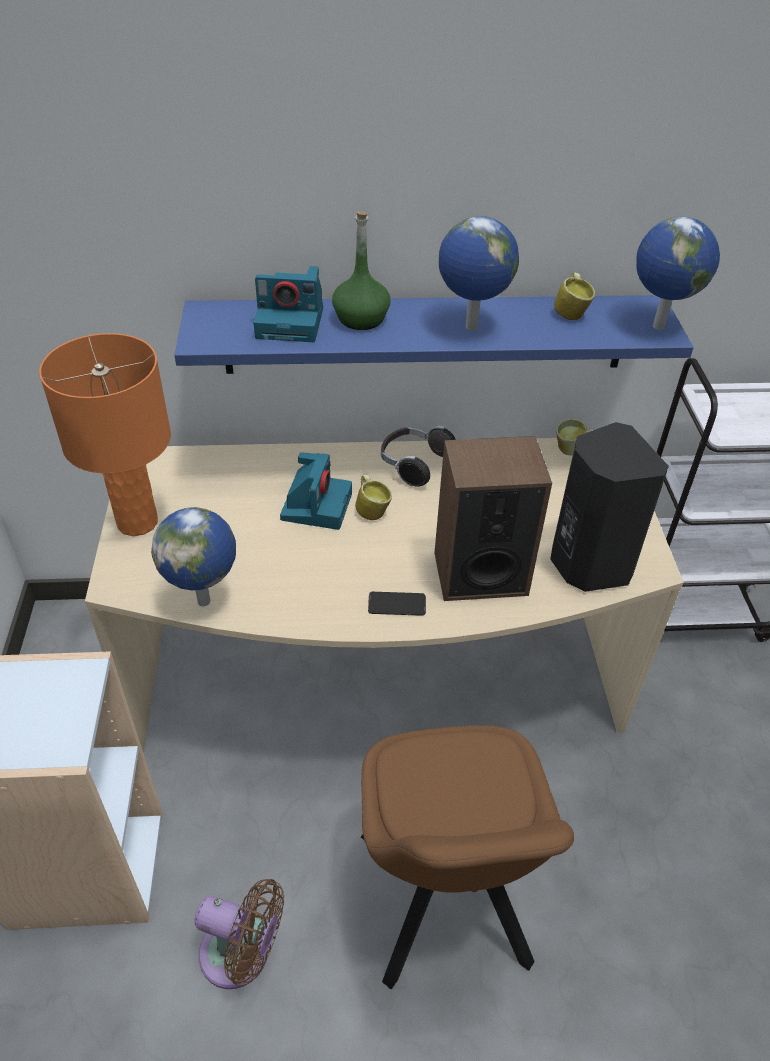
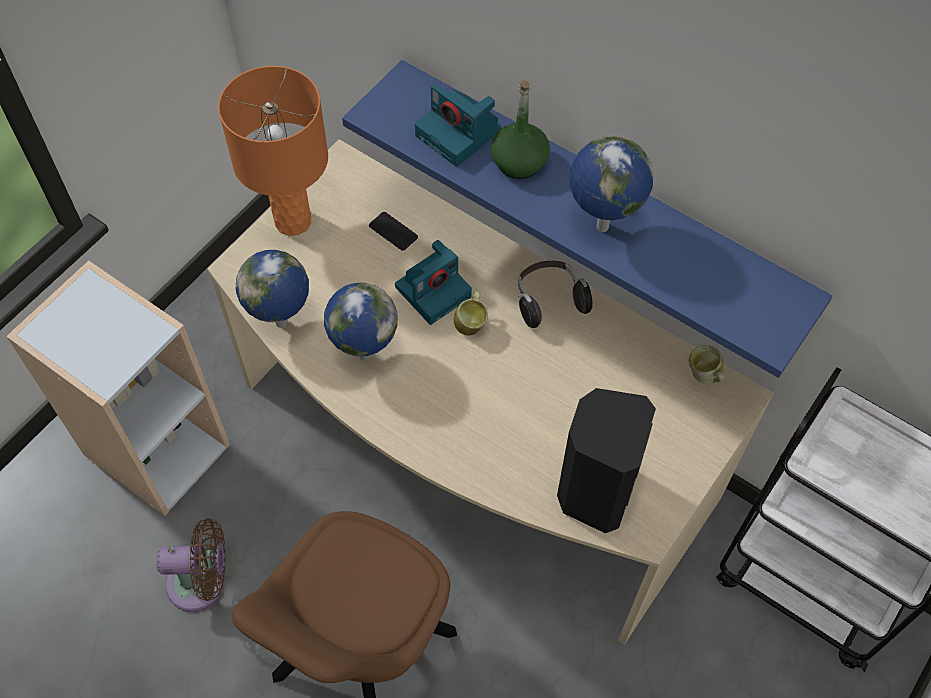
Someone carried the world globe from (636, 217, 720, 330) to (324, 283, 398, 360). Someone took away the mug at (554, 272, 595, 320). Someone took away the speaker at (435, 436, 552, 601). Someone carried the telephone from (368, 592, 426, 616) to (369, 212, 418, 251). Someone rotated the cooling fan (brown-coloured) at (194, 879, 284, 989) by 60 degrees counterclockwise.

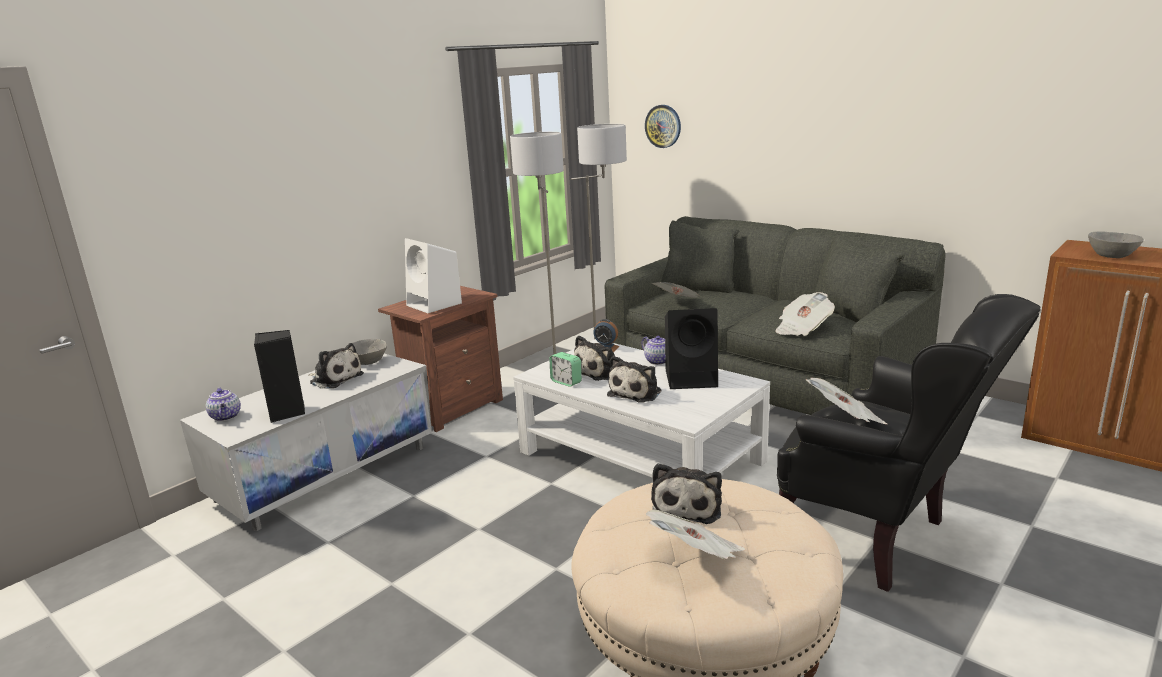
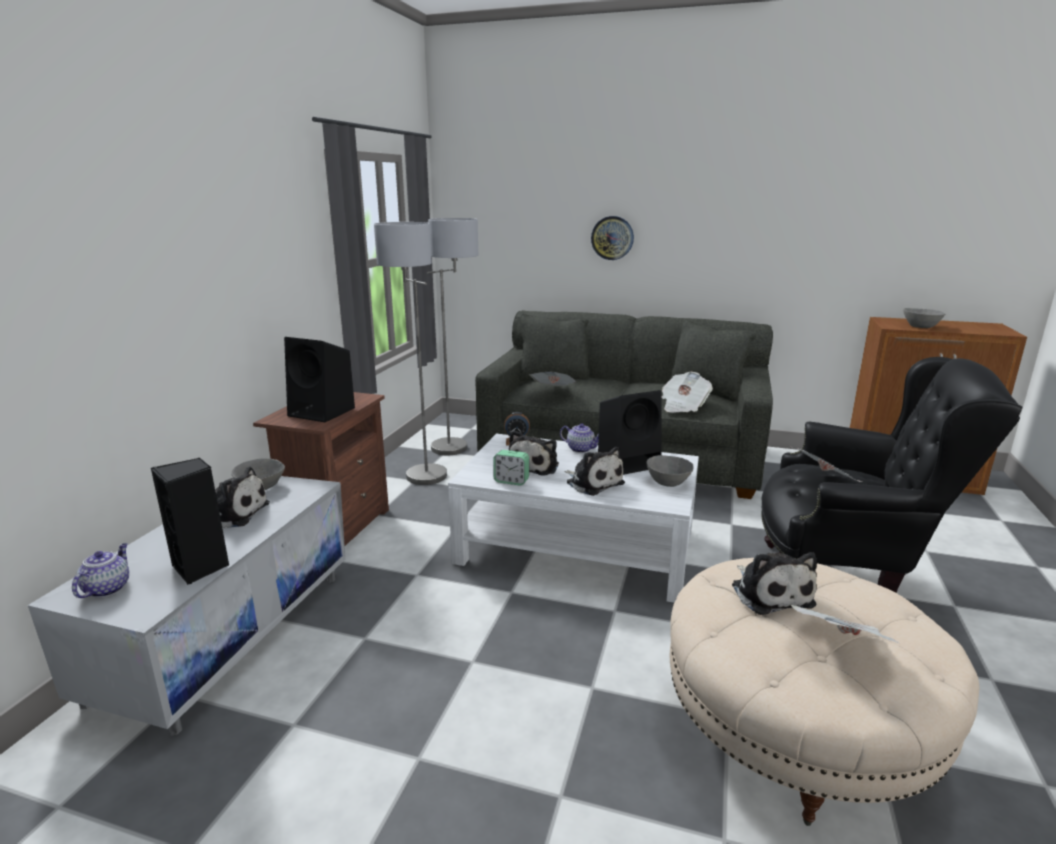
Someone carried the wall clock from (645, 105, 681, 148) to (591, 216, 634, 260). Someone repainted the speaker (whitish) at (405, 238, 462, 313), which became the speaker (blackish) at (284, 337, 355, 422). Someone rotated the soft toy at (607, 356, 661, 403) by 45 degrees counterclockwise. Someone rotated the tea pot at (206, 387, 241, 421) by 120 degrees counterclockwise. Someone put down the deep dish (greyish) at (646, 455, 694, 487).

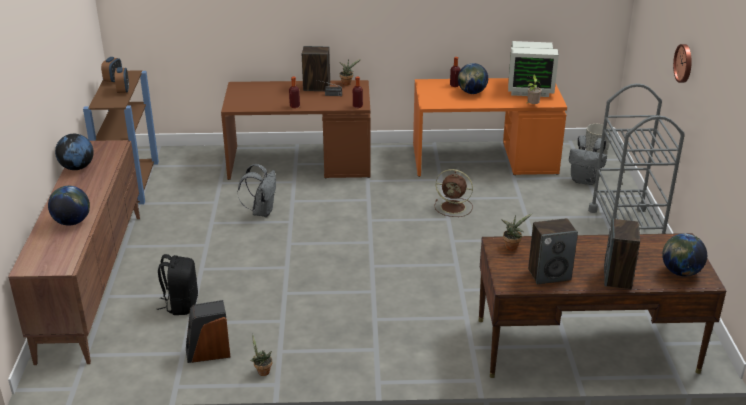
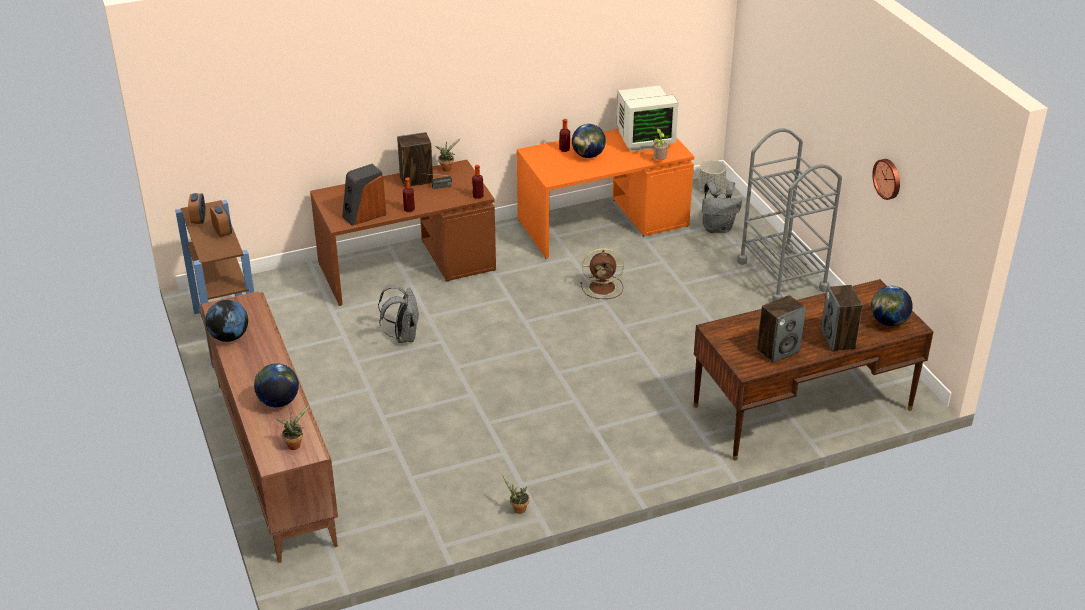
Someone carried the wall clock from (673, 44, 692, 83) to (872, 159, 900, 200). Someone carried the potted plant from (501, 214, 532, 251) to (276, 406, 309, 450). Someone took away the rucksack (blackish) at (157, 254, 198, 315). Someone carried the speaker from (186, 300, 231, 363) to (342, 164, 386, 226).

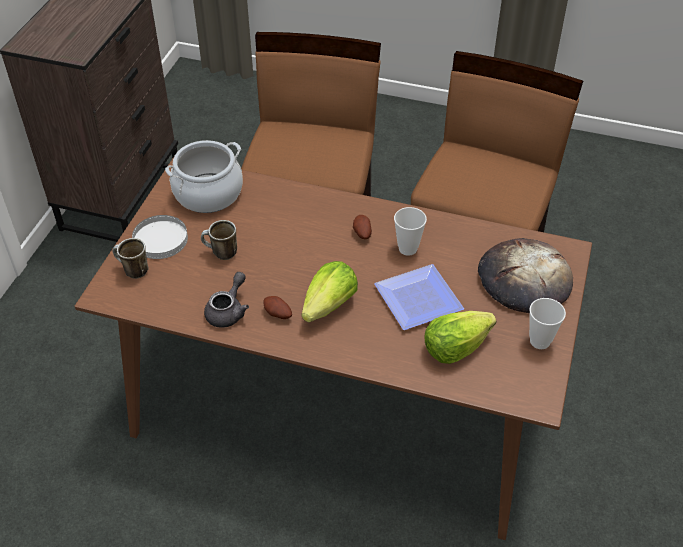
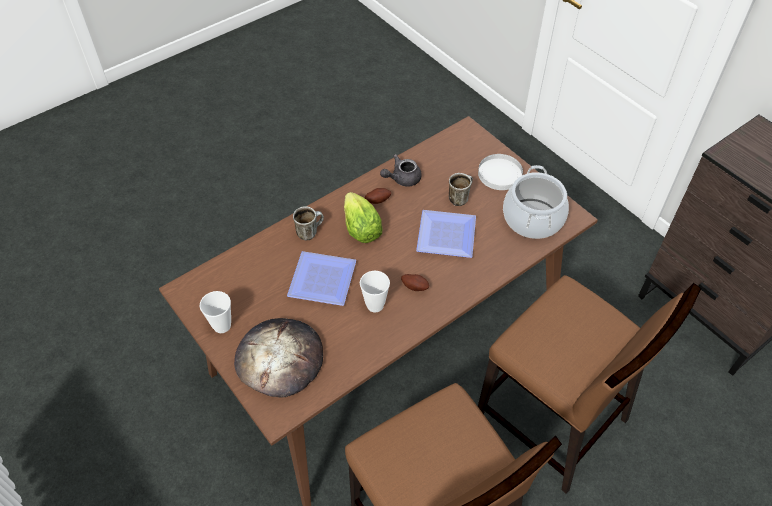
Someone carried the mug from (113, 238, 149, 279) to (293, 206, 324, 240). Someone rotated the tea pot (greyish) at (204, 272, 249, 328) by 90 degrees clockwise. Someone took away the lettuce at (425, 311, 496, 364). Someone put down the flat dish at (416, 210, 476, 258).

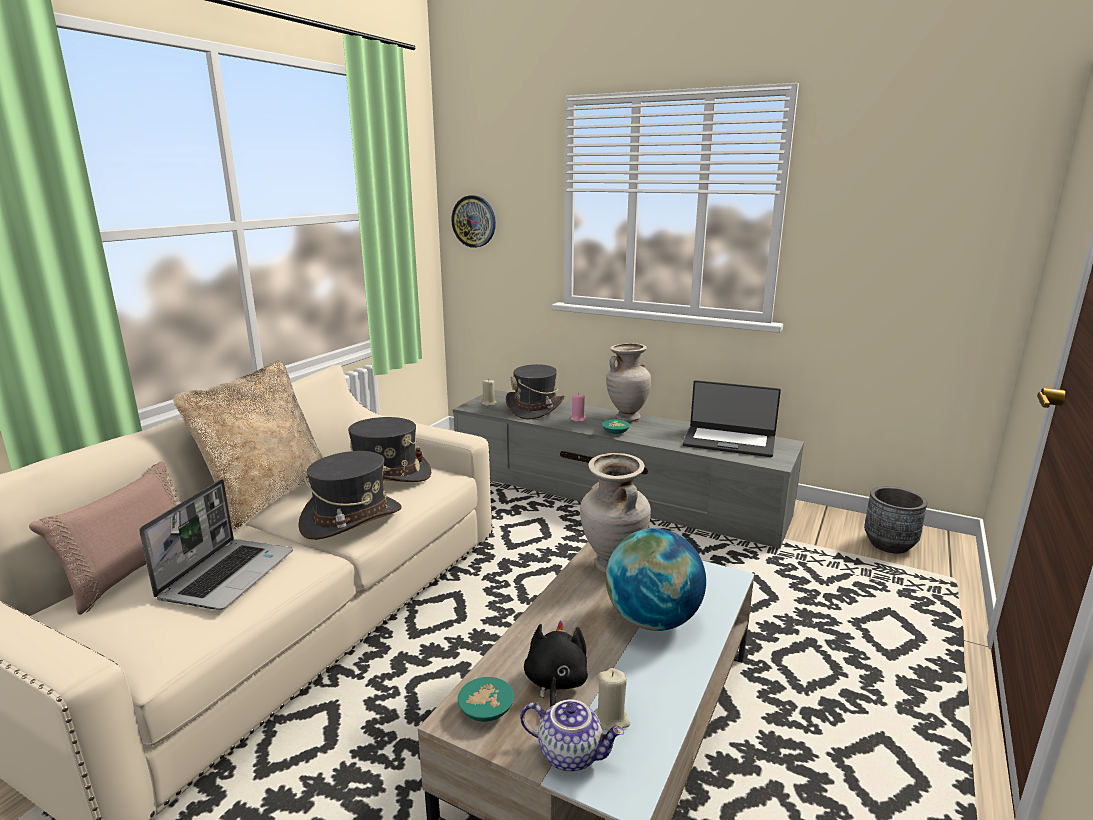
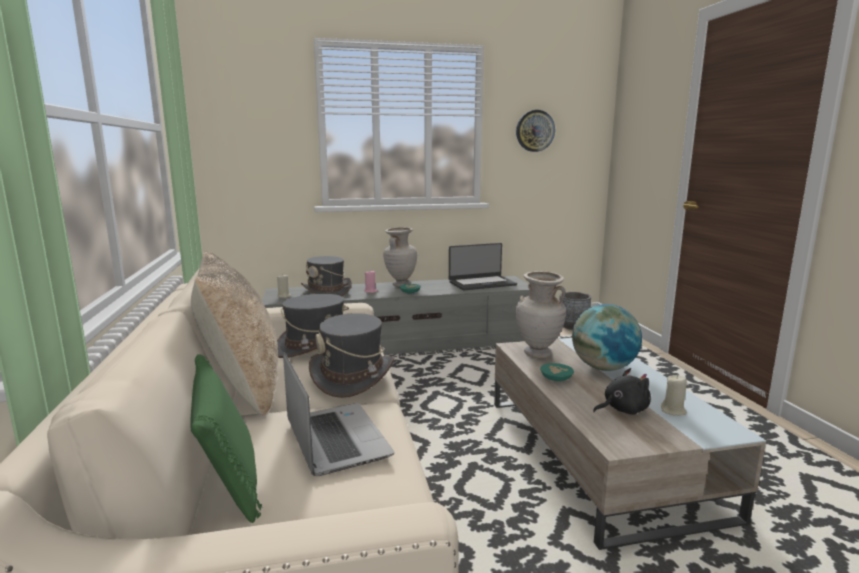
Someone carried the wall clock from (451, 195, 496, 248) to (516, 110, 555, 152). Someone repainted the throw pillow (beige) at (29, 462, 181, 615), which became the throw pillow (green) at (190, 354, 262, 523). Someone rotated the soft toy (blackish) at (524, 620, 588, 707) by 105 degrees clockwise. Someone carried the deep dish (turquoise) from (458, 677, 514, 722) to (540, 363, 574, 381). Someone took away the tea pot at (520, 699, 624, 772).

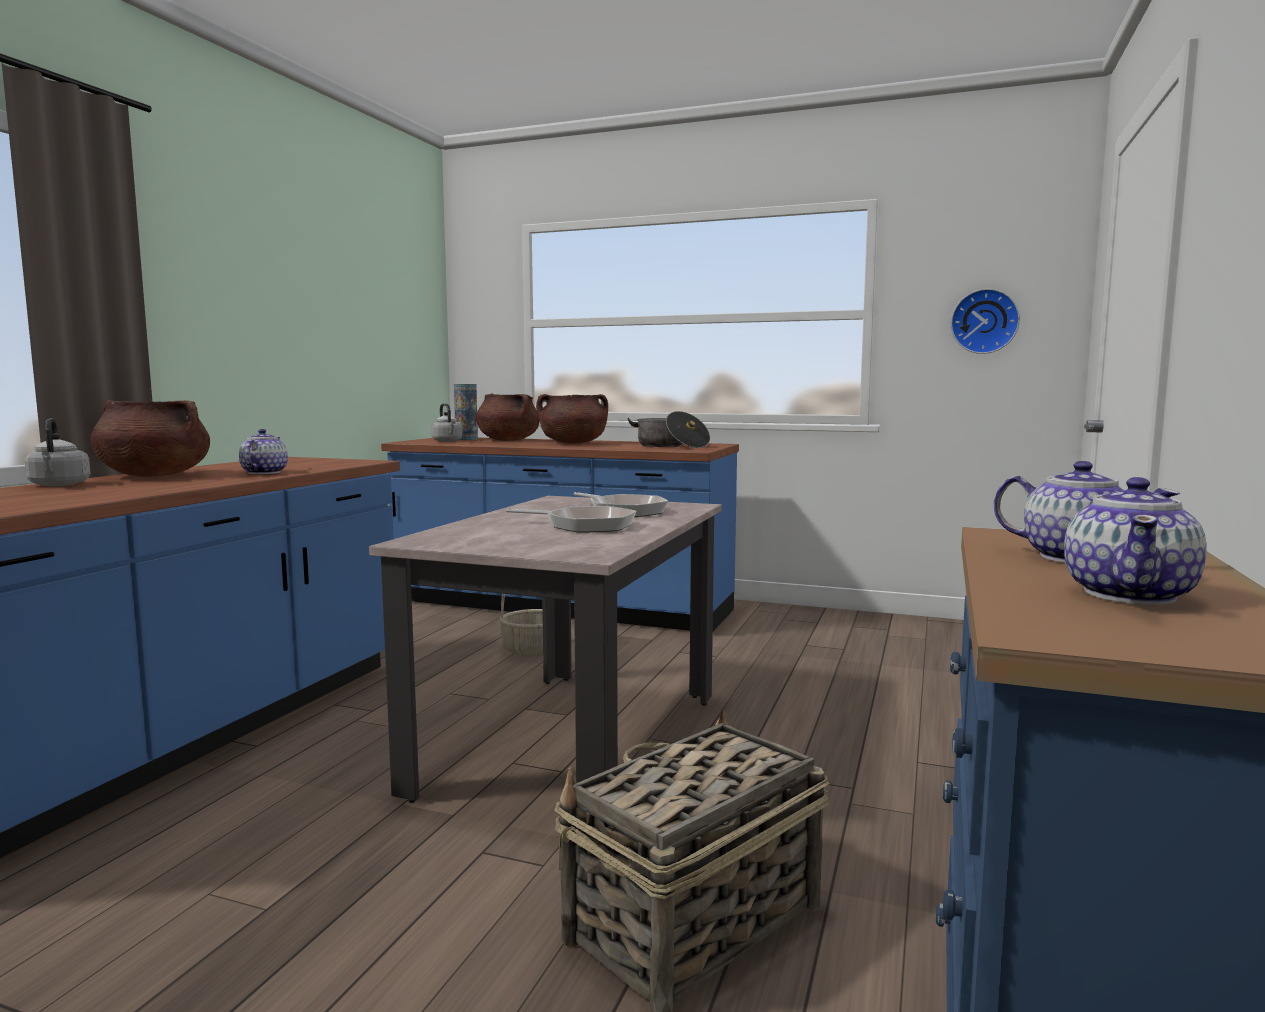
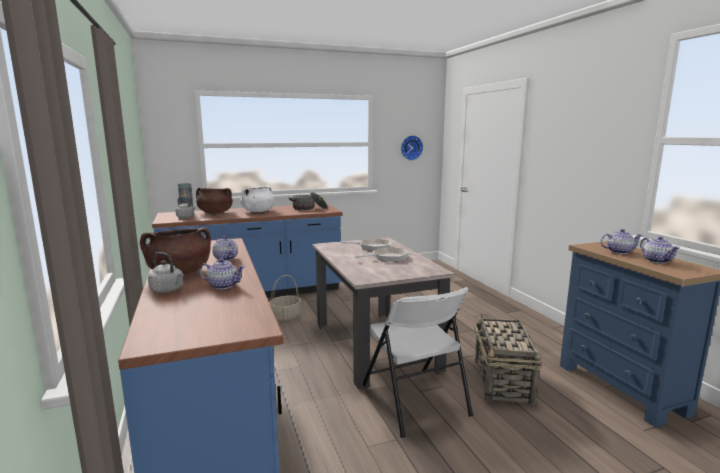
Someone repainted the stockpot (brown-coloured) at (536, 394, 608, 444), which became the stockpot (whitish) at (240, 186, 275, 212). Someone put down the tea pot at (199, 258, 245, 289). Someone put down the upright chair (whitish) at (363, 287, 473, 438).

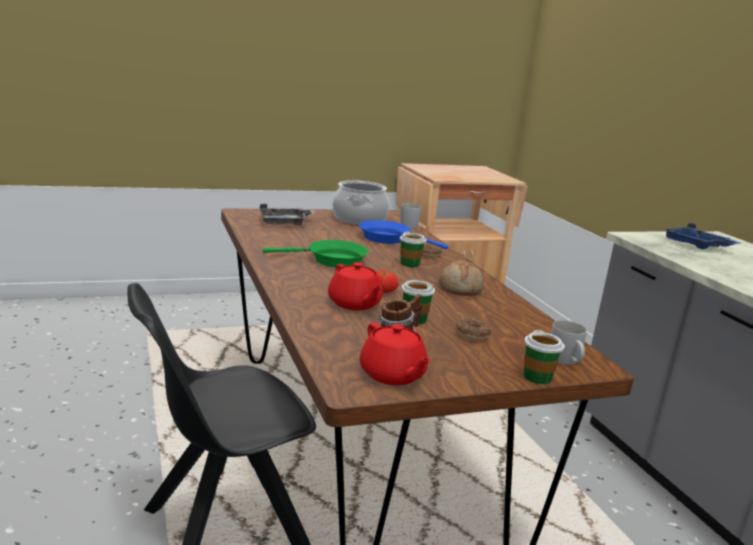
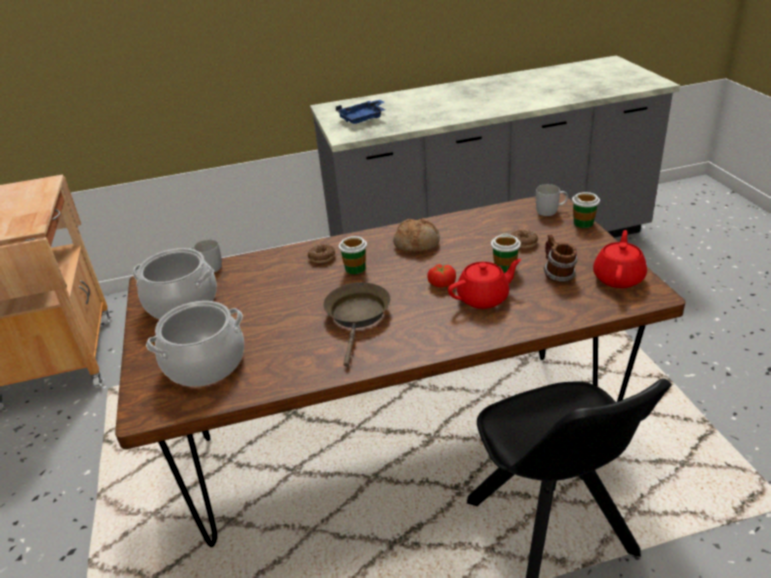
Someone swapped the serving tray (greyish) at (260, 204, 315, 225) for the stockpot at (146, 301, 244, 387). Someone took away the skillet (bluish) at (359, 220, 448, 249). Someone repainted the skillet (green) at (263, 240, 369, 268), which became the skillet (brown-coloured) at (323, 282, 390, 367). Someone rotated the tea pot (reddish) at (360, 323, 431, 385) by 45 degrees counterclockwise.

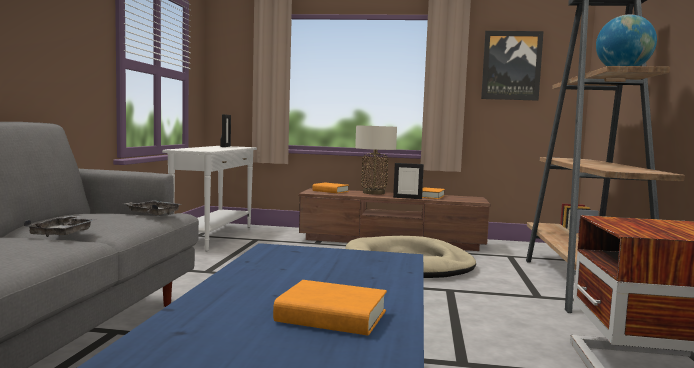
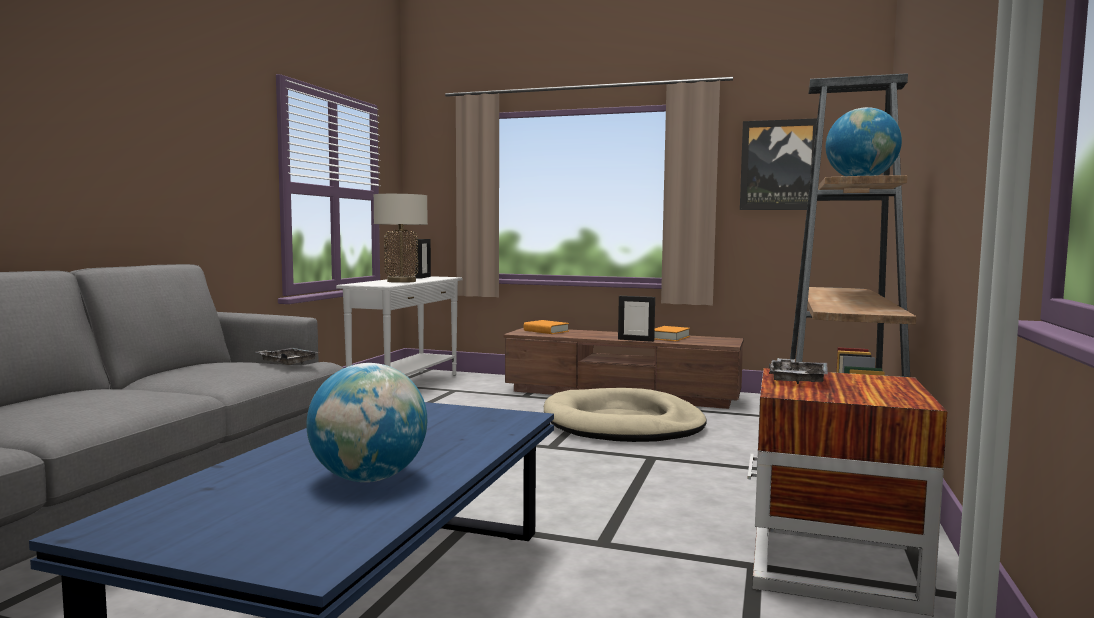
Someone carried the tabletop lamp from (355, 125, 397, 195) to (374, 194, 428, 283). Someone carried the serving tray (greyish) from (24, 215, 97, 237) to (769, 358, 828, 384). Someone swapped the book (orange) at (273, 280, 387, 335) for the world globe at (306, 363, 427, 482).

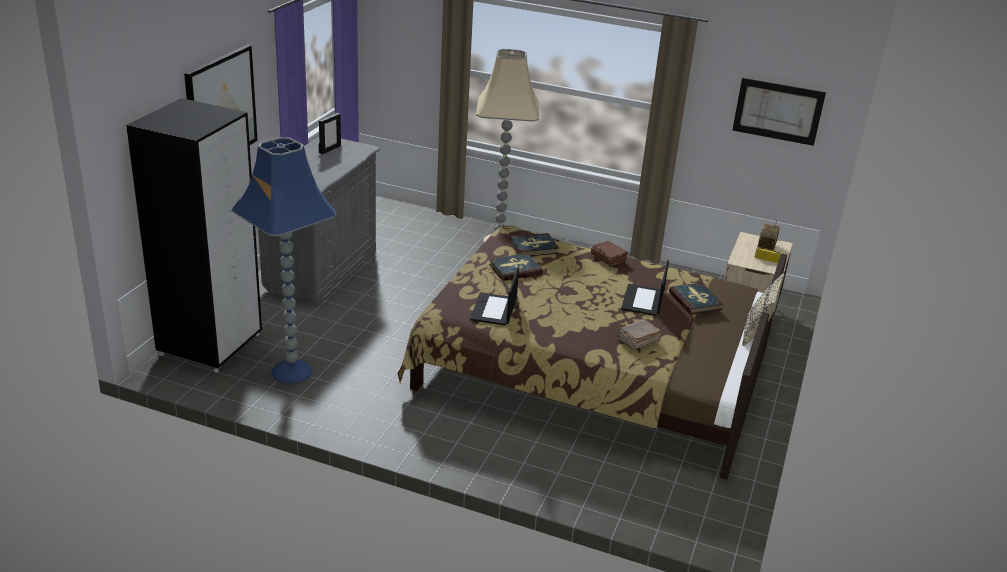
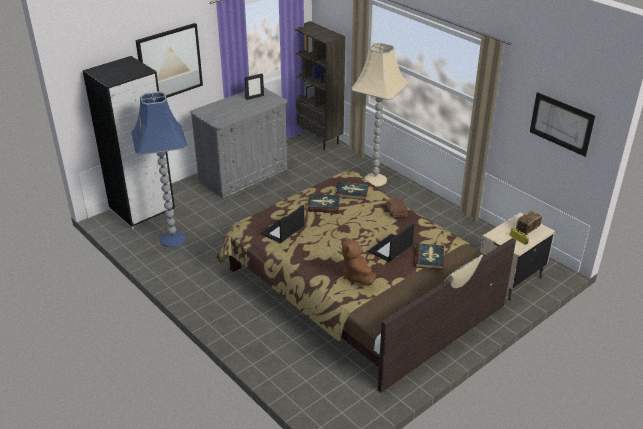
Someone swapped the book (brown-coloured) at (618, 319, 661, 350) for the soft toy (brown-coloured) at (342, 237, 376, 286). Someone put down the bookcase (brown-coloured) at (295, 21, 345, 150).

